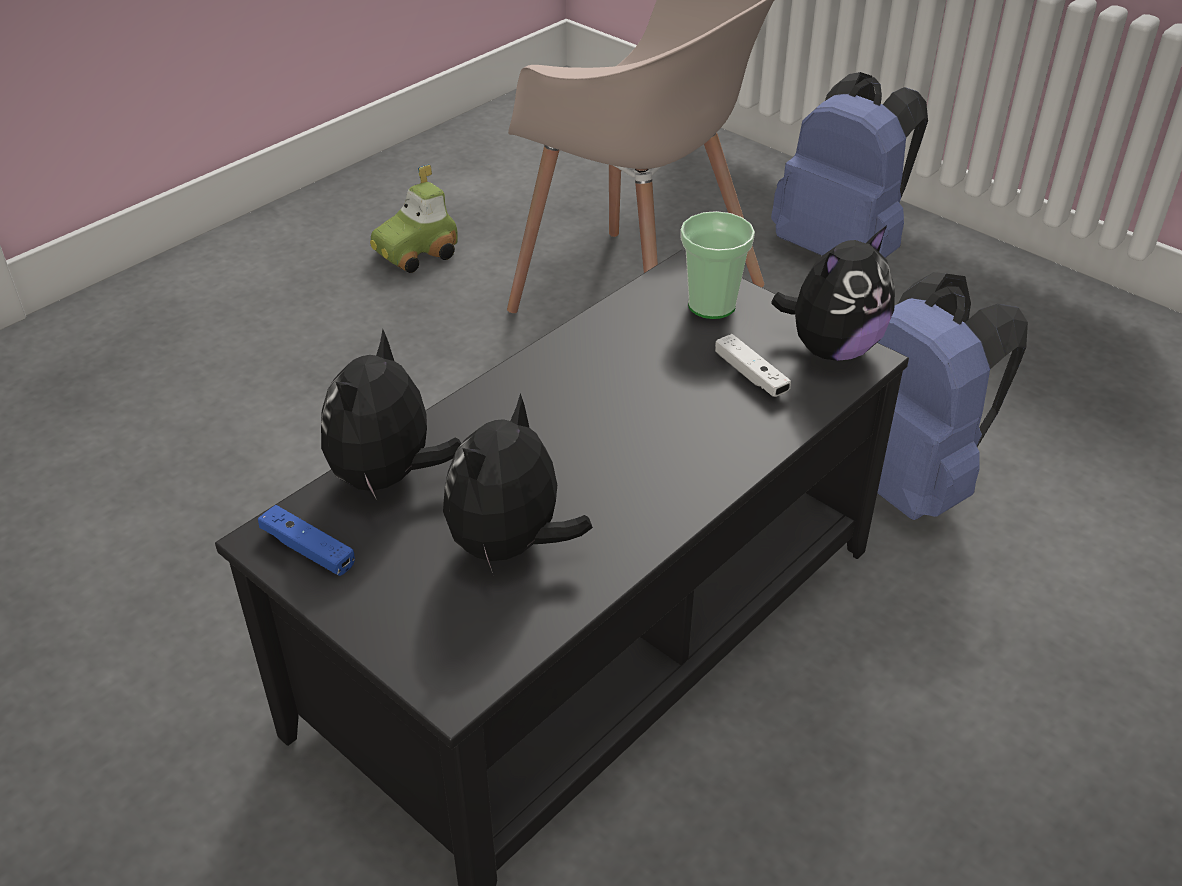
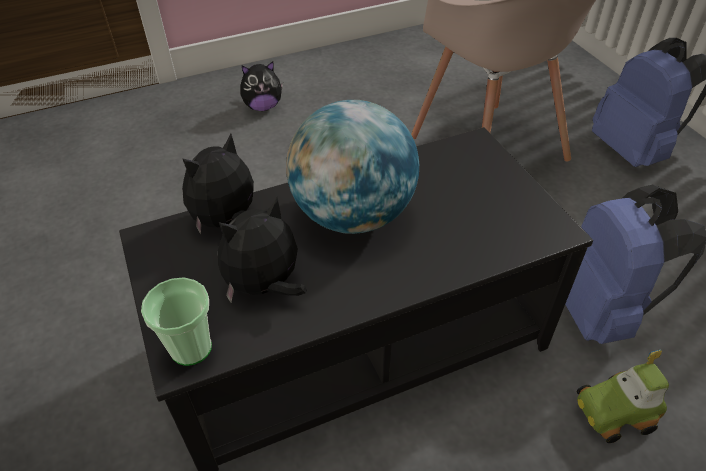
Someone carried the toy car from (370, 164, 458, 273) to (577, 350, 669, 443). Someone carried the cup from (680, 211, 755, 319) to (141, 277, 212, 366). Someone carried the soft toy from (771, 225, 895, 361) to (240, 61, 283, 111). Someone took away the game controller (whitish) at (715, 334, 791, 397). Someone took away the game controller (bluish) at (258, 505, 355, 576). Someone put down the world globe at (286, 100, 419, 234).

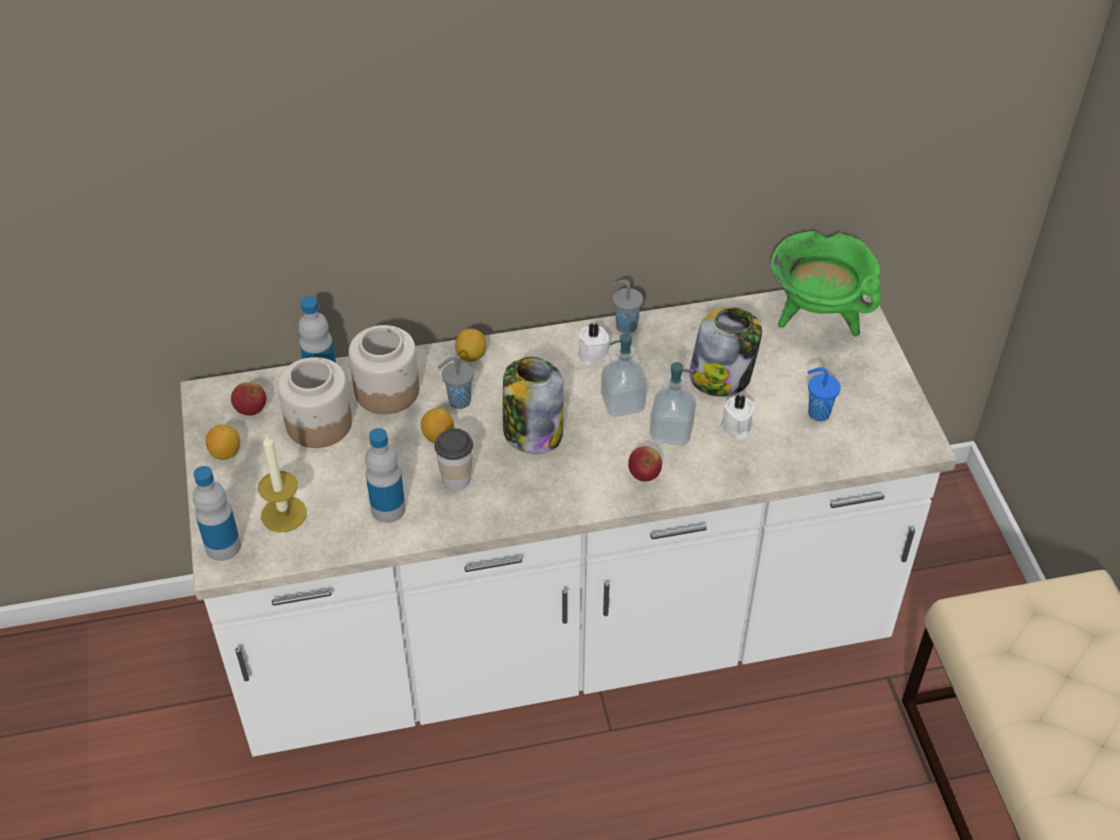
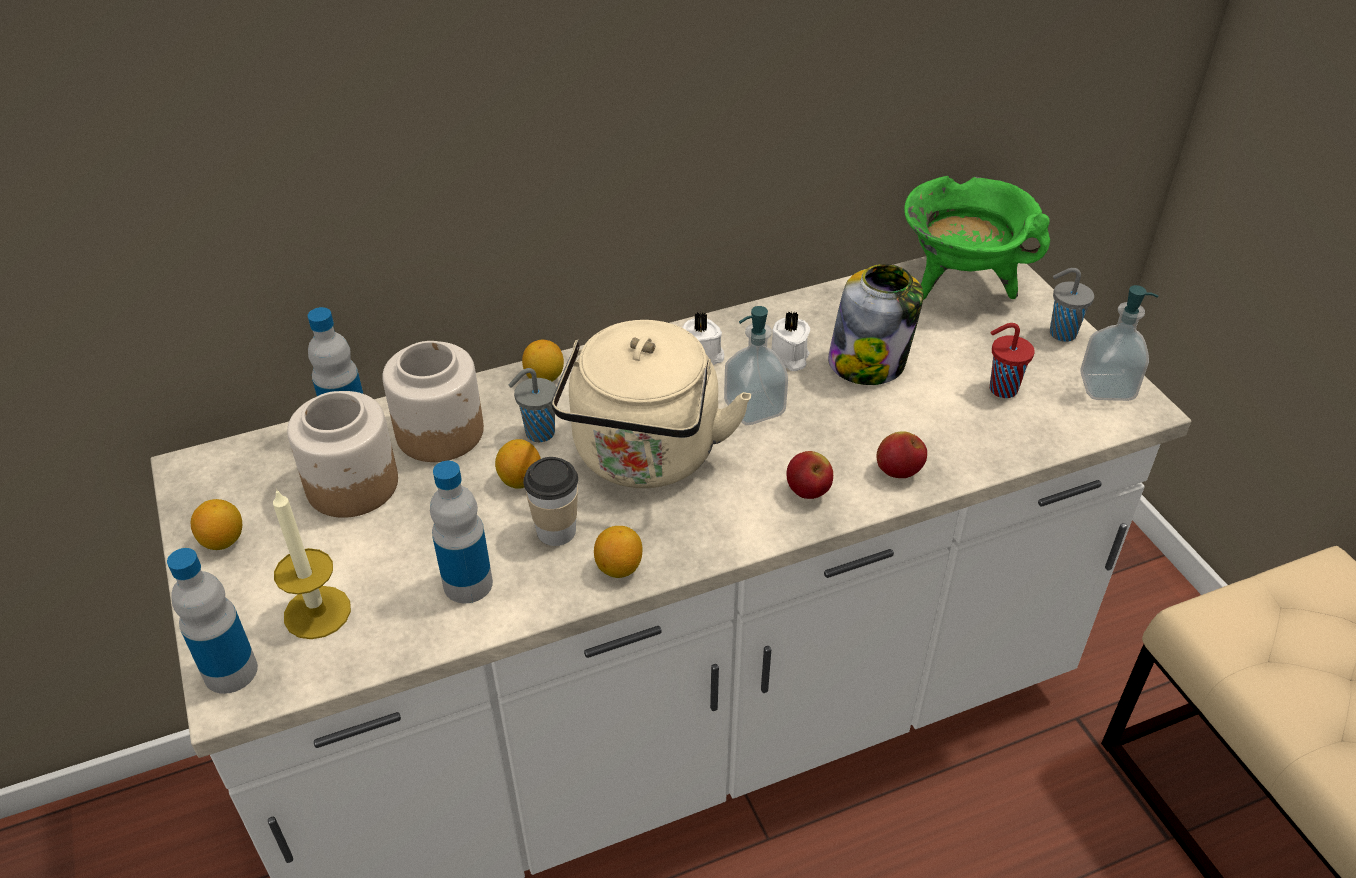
Someone carried the cup (greyish) from (612, 280, 643, 334) to (1050, 268, 1094, 342). Someone swapped the jar at (503, 357, 564, 454) for the kettle (beige) at (551, 320, 751, 488). Someone carried the liquid soap bottle from (650, 362, 696, 446) to (1080, 285, 1159, 401). Someone repainted the cup (bluish) at (808, 367, 841, 421), which became the cup (reddish) at (990, 323, 1035, 398). Someone carried the apple from (231, 382, 266, 416) to (876, 431, 927, 478). Someone carried the wax candle (whitish) from (720, 394, 755, 440) to (772, 311, 810, 371). Someone put down the lemon at (594, 526, 642, 578).

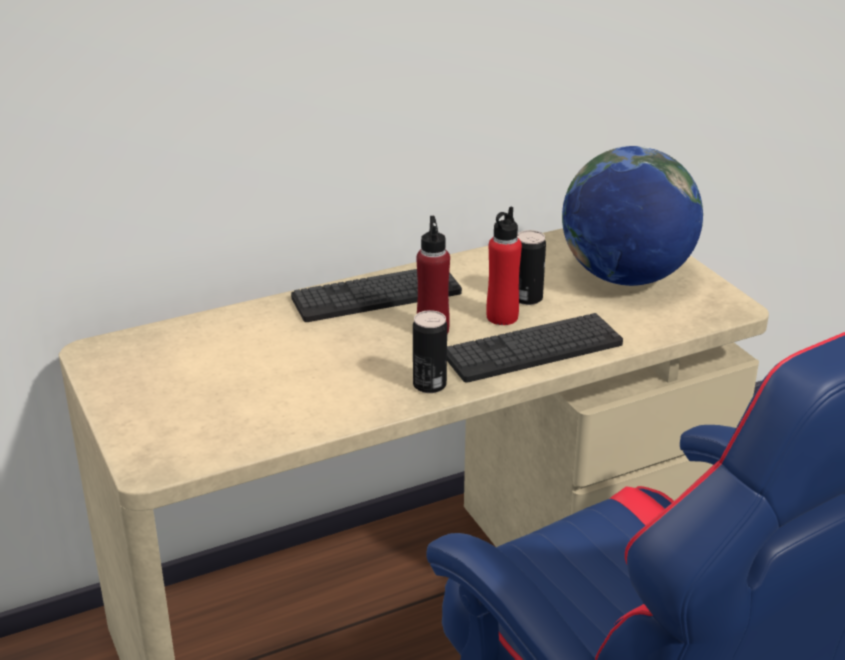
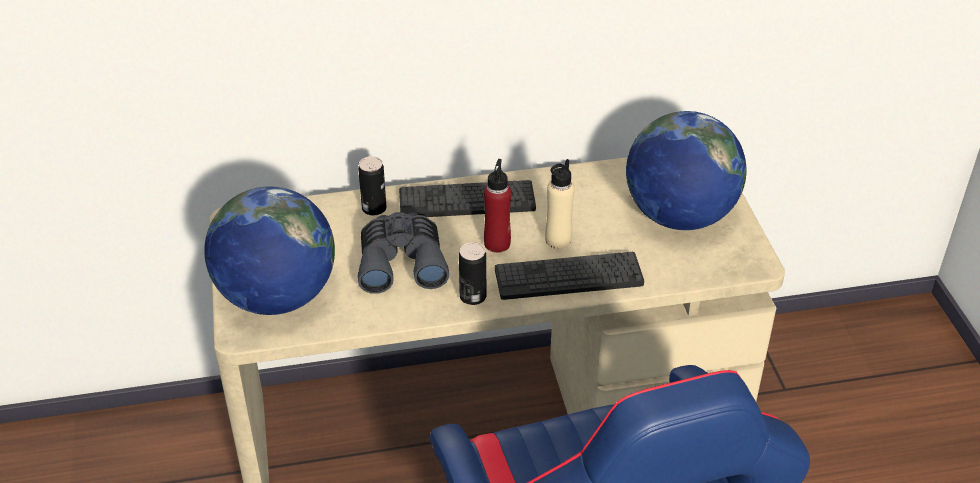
Someone repainted the bottle (reddish) at (486, 206, 522, 325), which became the bottle (beige) at (545, 159, 575, 249). Someone carried the sealed can from (517, 230, 546, 305) to (358, 156, 387, 215). Someone put down the world globe at (204, 187, 335, 315). Someone put down the field glasses (greyish) at (358, 212, 449, 294).

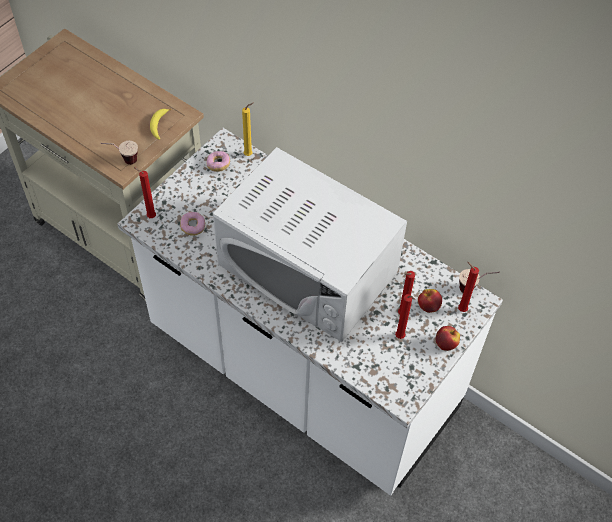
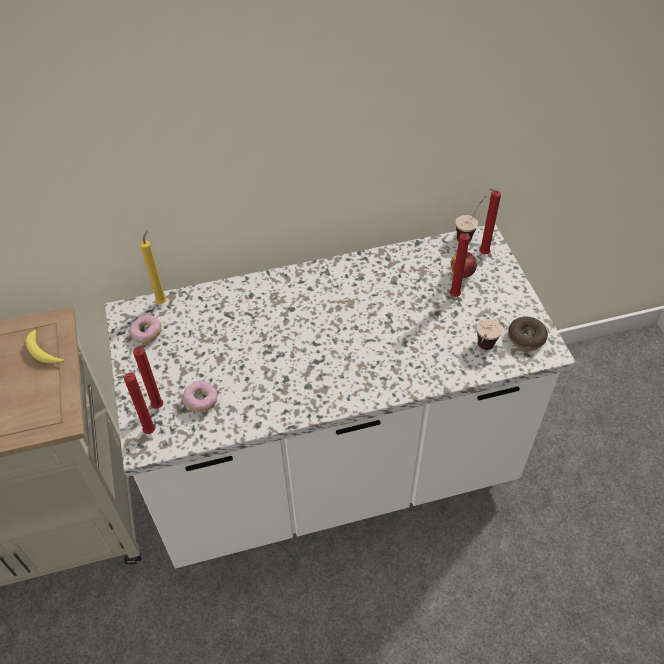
Someone carried the cup from (101, 141, 138, 165) to (477, 319, 502, 350). Someone took away the microwave (whitish) at (213, 147, 407, 342). Someone carried the wax candle (reddish) from (395, 294, 415, 339) to (133, 343, 163, 409). Someone took away the apple at (436, 326, 460, 351). Someone put down the ring doughnut at (508, 317, 548, 350).

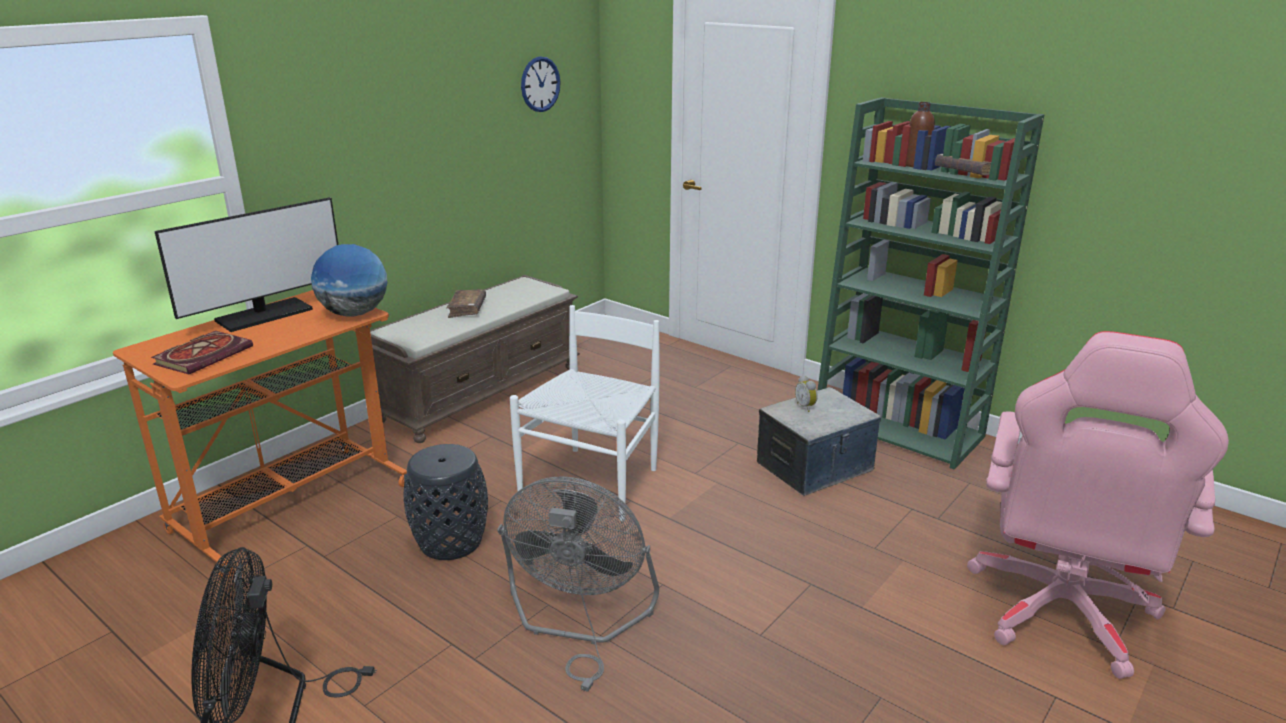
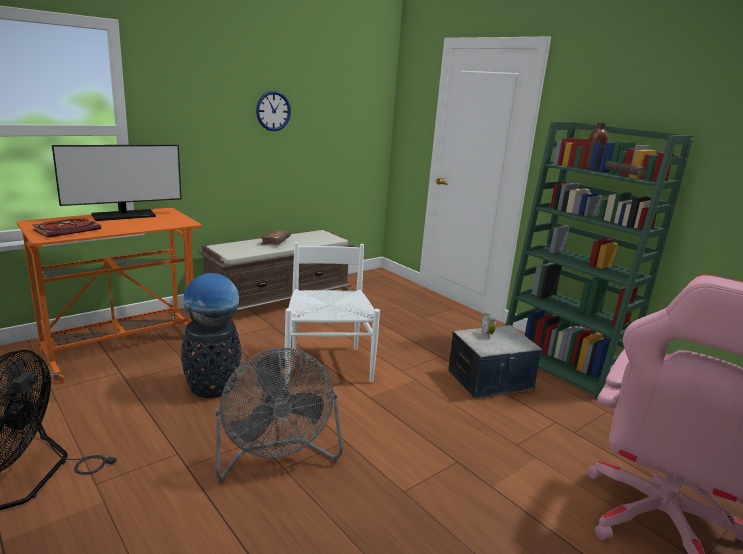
Someone carried the wall clock from (521, 56, 561, 112) to (256, 91, 291, 131). Someone carried the world globe from (311, 244, 387, 317) to (184, 273, 239, 327). Someone rotated the upright chair (whitish) at (510, 305, 660, 522) by 45 degrees counterclockwise. Someone rotated the cooling fan (greyish) at (497, 477, 659, 692) by 135 degrees clockwise.

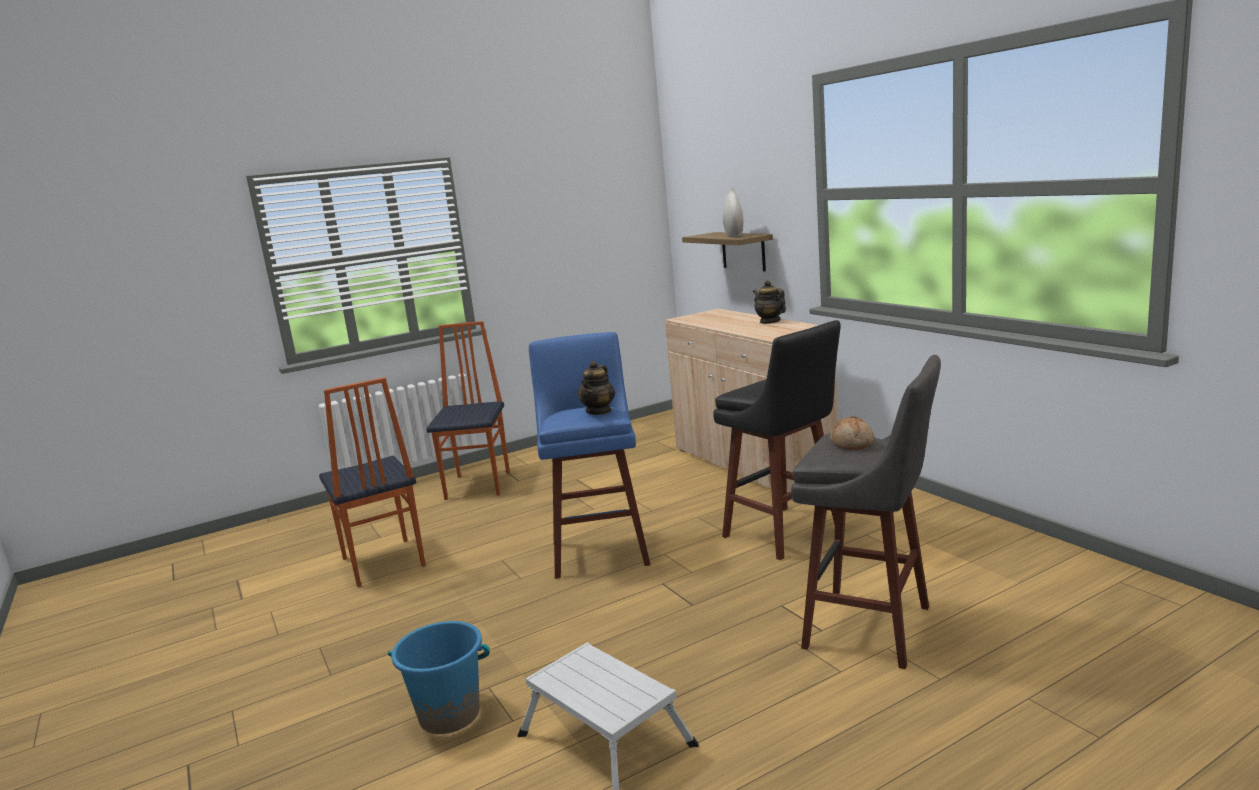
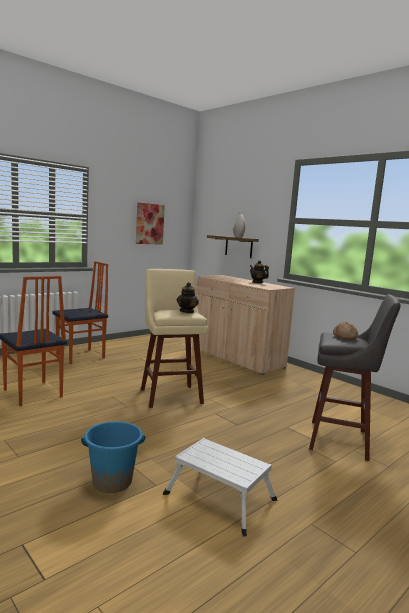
Someone took away the stool (blackish) at (713, 320, 841, 560). Someone rotated the upright chair at (426, 321, 510, 500) by 60 degrees clockwise. Someone repainted the stool (bluish) at (529, 332, 650, 579), which became the stool (beige) at (141, 269, 208, 408). Someone put up the wall picture at (136, 202, 165, 245).

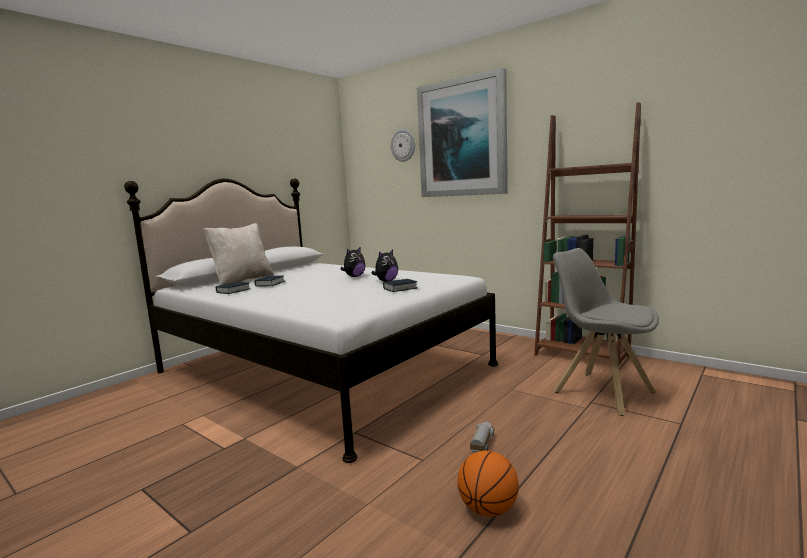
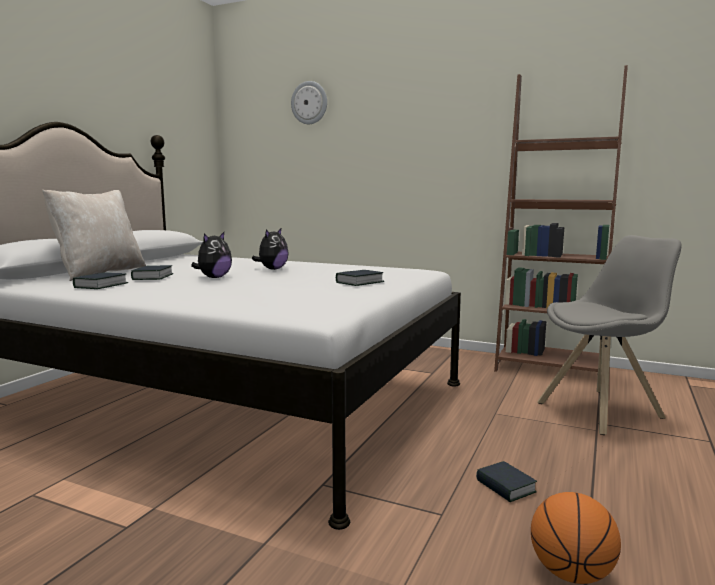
Someone took away the wall picture at (417, 68, 508, 197). Someone rotated the upright chair (greyish) at (553, 248, 659, 416) by 120 degrees clockwise. Someone carried the soft toy from (371, 250, 398, 282) to (191, 232, 232, 278). Someone swapped the toy lorry at (470, 422, 495, 453) for the book at (476, 461, 537, 502).

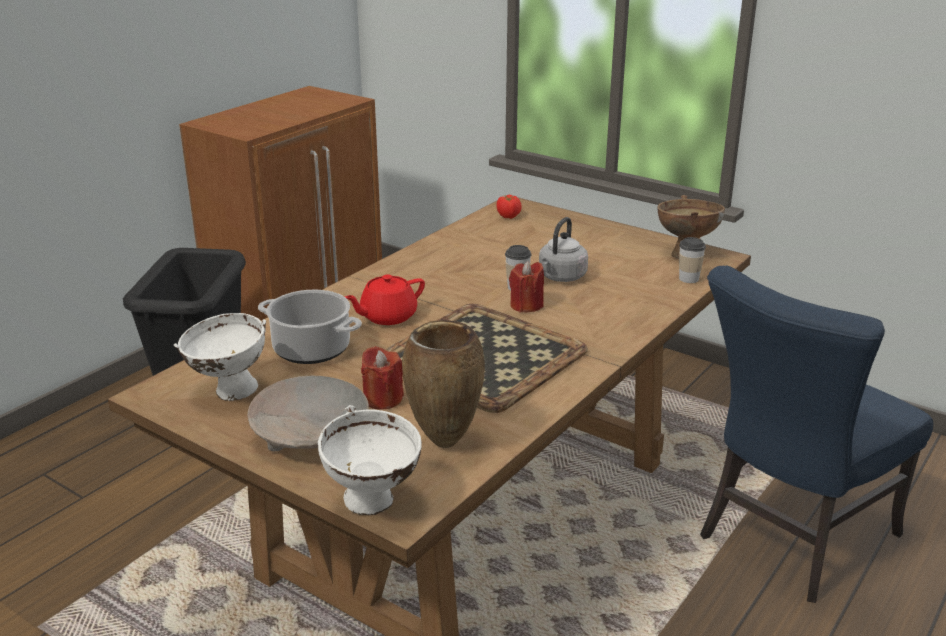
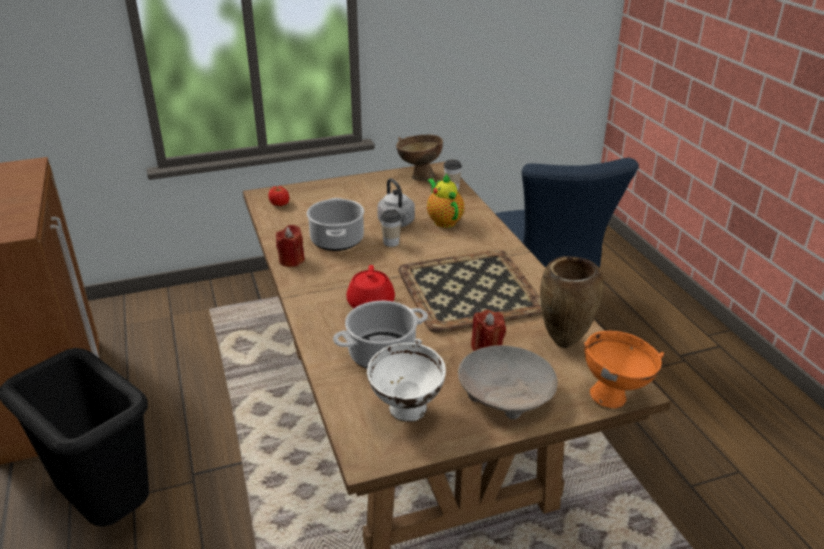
Someone carried the wax candle (reddish) from (509, 261, 544, 313) to (276, 225, 305, 267). Someone repainted the deep dish (whitish) at (318, 405, 422, 515), which became the deep dish (orange) at (584, 331, 665, 409). Someone put down the tea pot at (427, 174, 464, 228). Someone put down the stockpot at (307, 198, 364, 251).

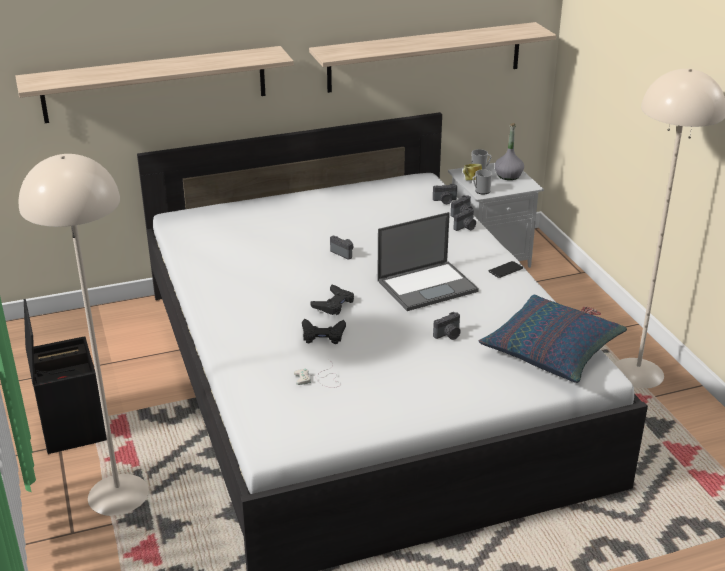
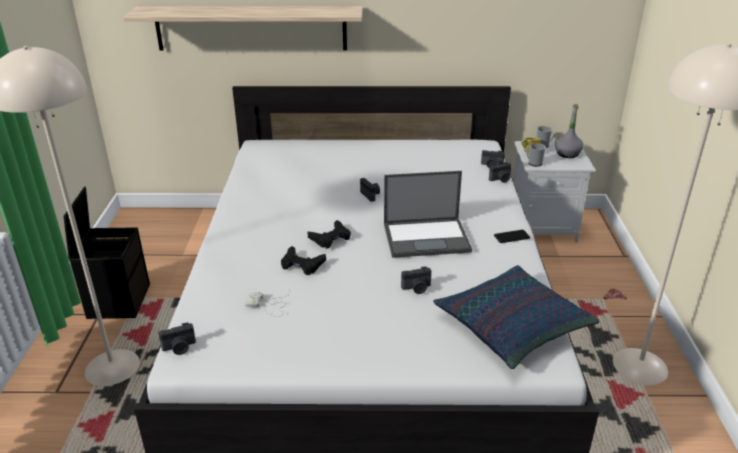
Someone took away the wall shelf at (309, 22, 556, 93). Someone carried the still camera from (453, 208, 476, 231) to (158, 322, 196, 355).

